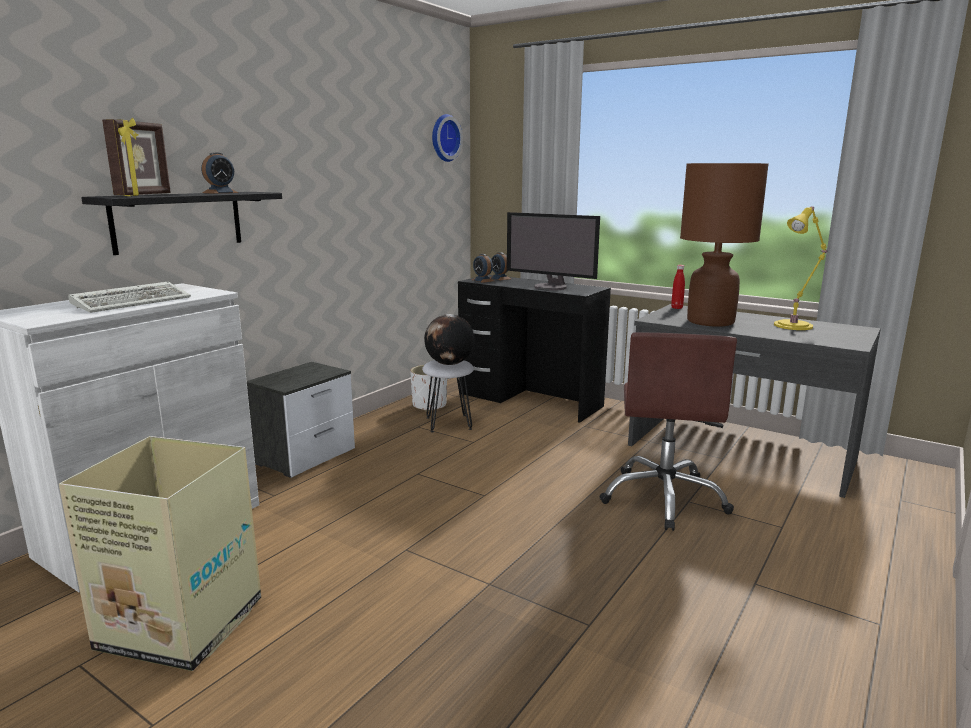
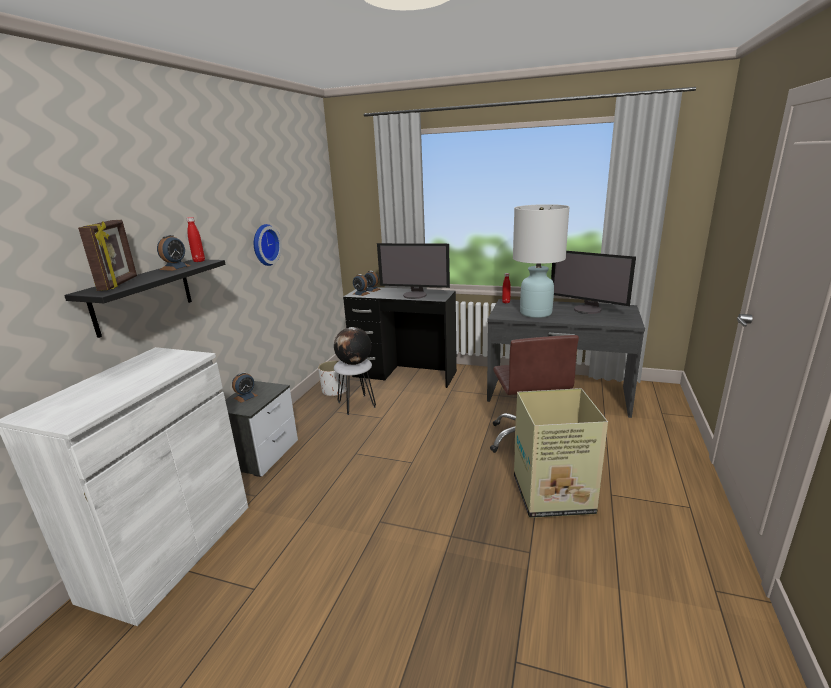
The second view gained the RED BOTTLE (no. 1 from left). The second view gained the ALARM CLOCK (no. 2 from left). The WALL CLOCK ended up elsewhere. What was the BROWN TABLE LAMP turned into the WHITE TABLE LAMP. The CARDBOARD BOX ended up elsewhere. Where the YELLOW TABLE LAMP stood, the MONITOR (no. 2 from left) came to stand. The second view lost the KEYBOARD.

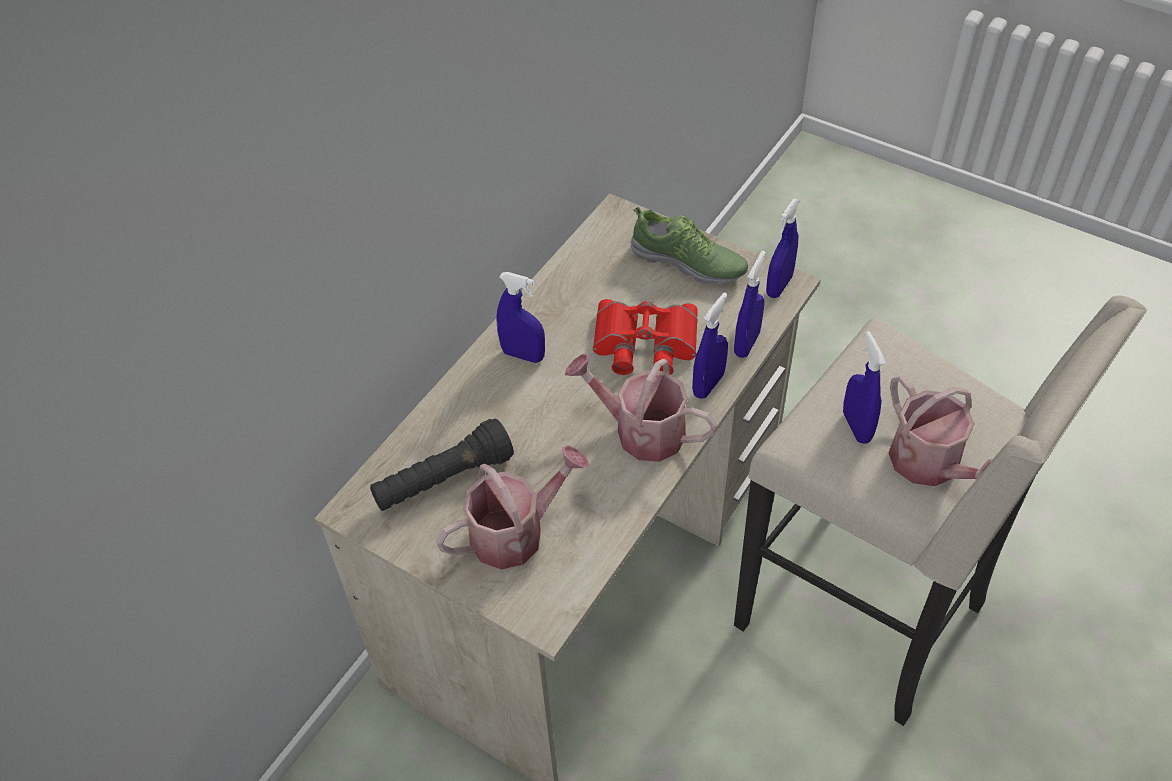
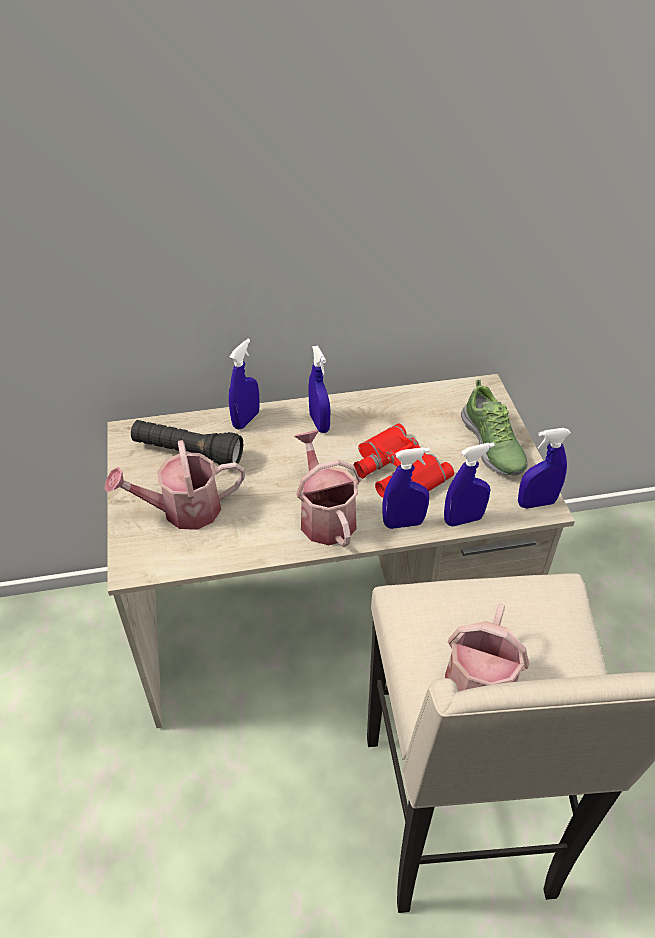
The WATERING CAN (no. 1 from left) ended up facing another way, 150 degrees clockwise from before. The BLUE SPRAY BOTTLE (no. 5 from left in the first image) ended up elsewhere.

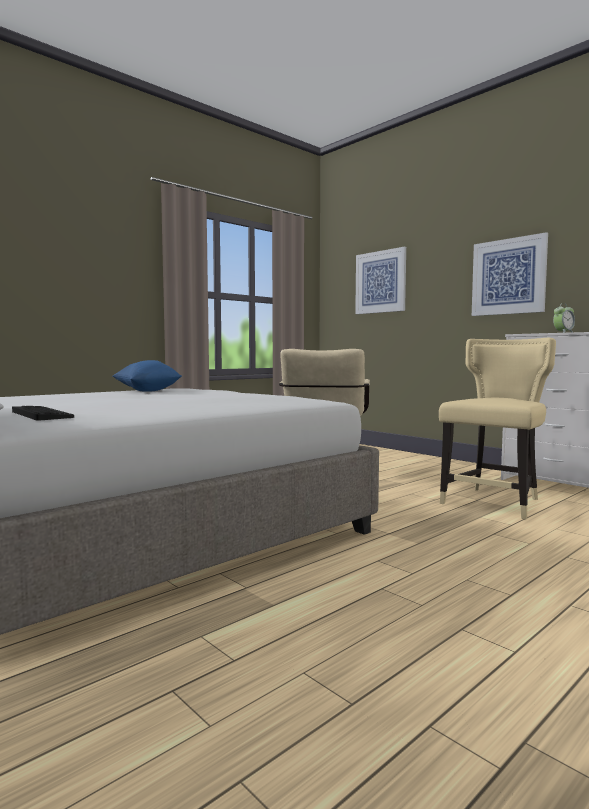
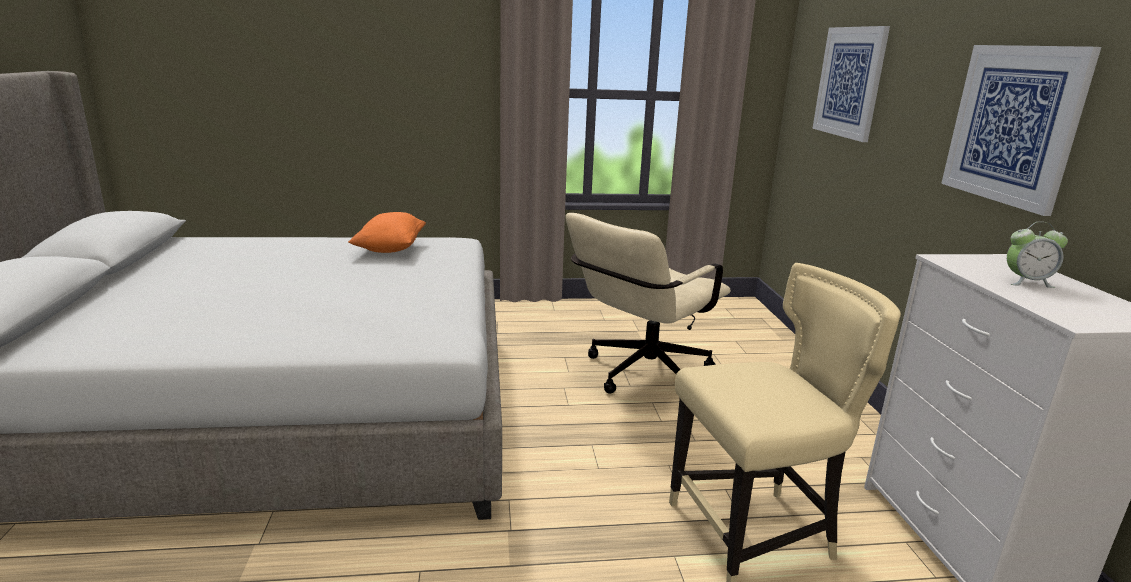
What was the BLUE PILLOW turned into the ORANGE PILLOW. The second view lost the KEYBOARD.

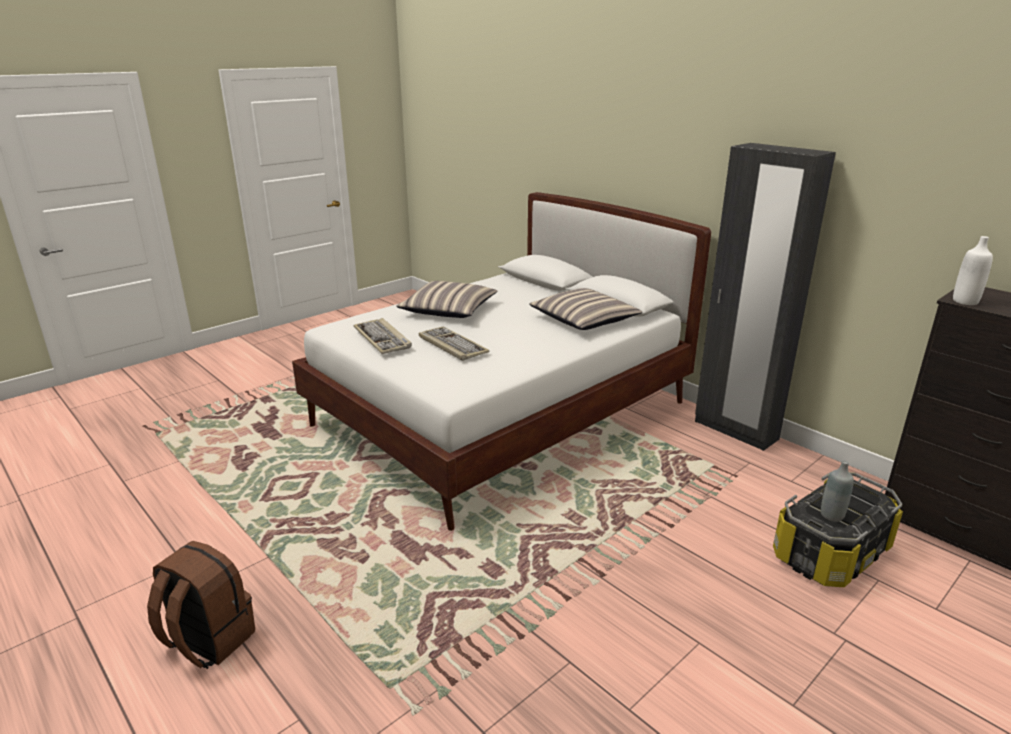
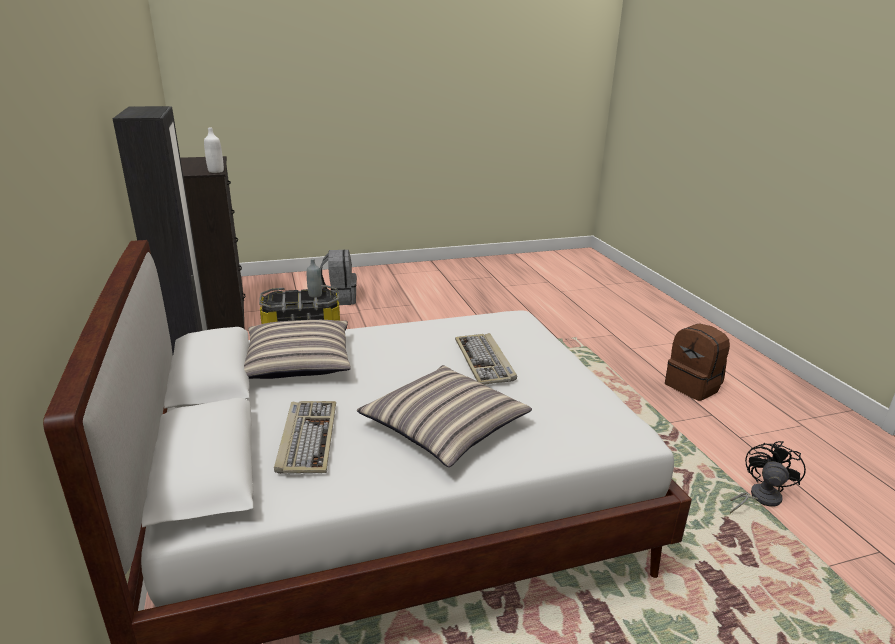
The KEYBOARD (no. 1 from left) ended up elsewhere. The second view gained the GREY BACKPACK. The second view gained the BLACK FAN.

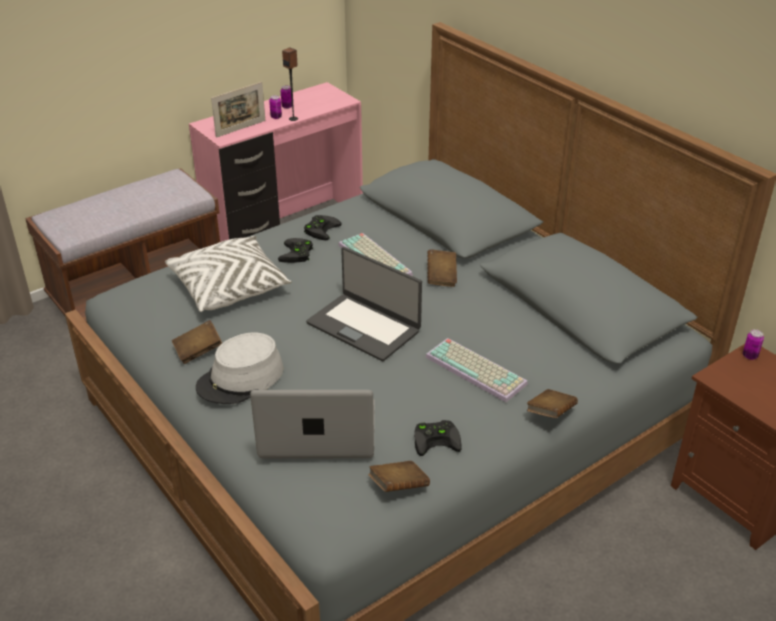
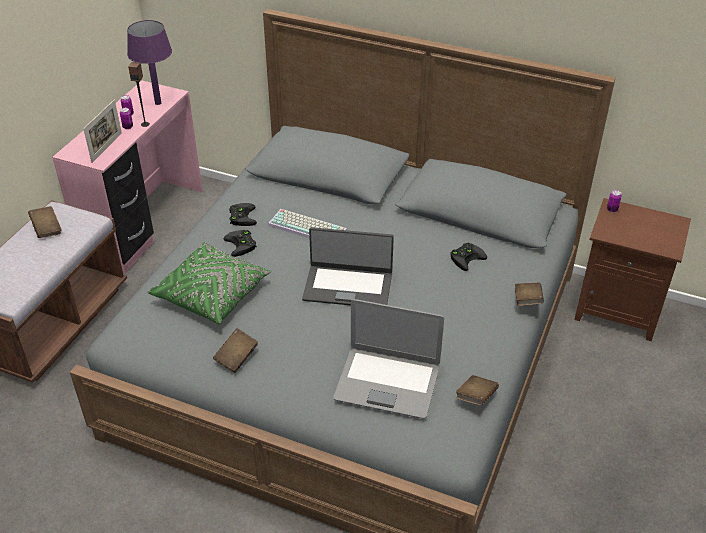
The BROWN BOOK (no. 3 from left in the first image) ended up elsewhere. The second view gained the PURPLE TABLE LAMP. What was the WHITE PILLOW turned into the GREEN PILLOW. The LAPTOP (no. 1 from left in the first image) ended up facing another way, 135 degrees counterclockwise from before. The BLACK GAME CONTROLLER (no. 3 from left) ended up elsewhere. The second view lost the GREY HAT. The second view lost the KEYBOARD (no. 2 from left).

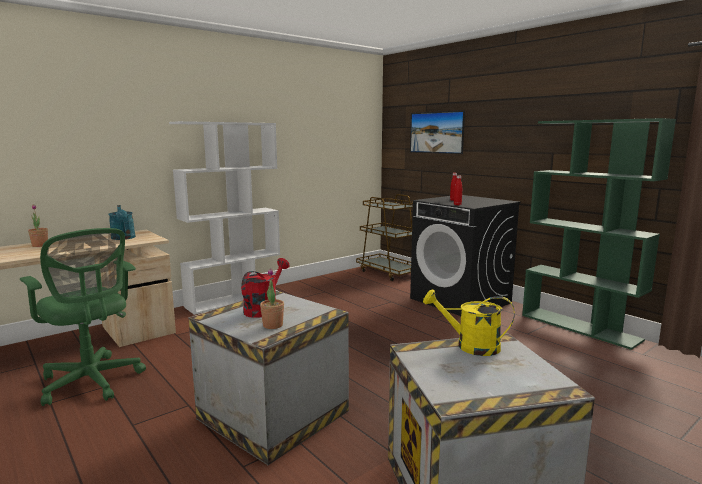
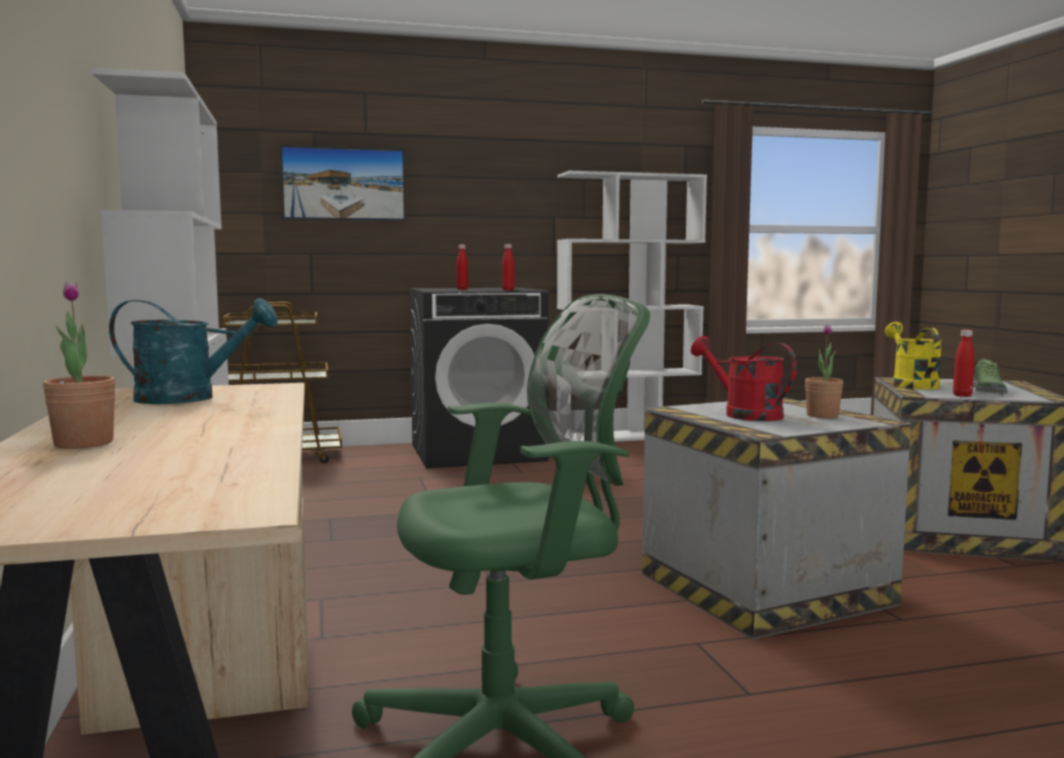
What was the GREEN BOOKCASE turned into the WHITE BOOKCASE (no. 2 from left). The YELLOW WATERING CAN ended up facing another way, 135 degrees clockwise from before. The second view gained the RED BOTTLE (no. 3 from left). The second view gained the SHOE.

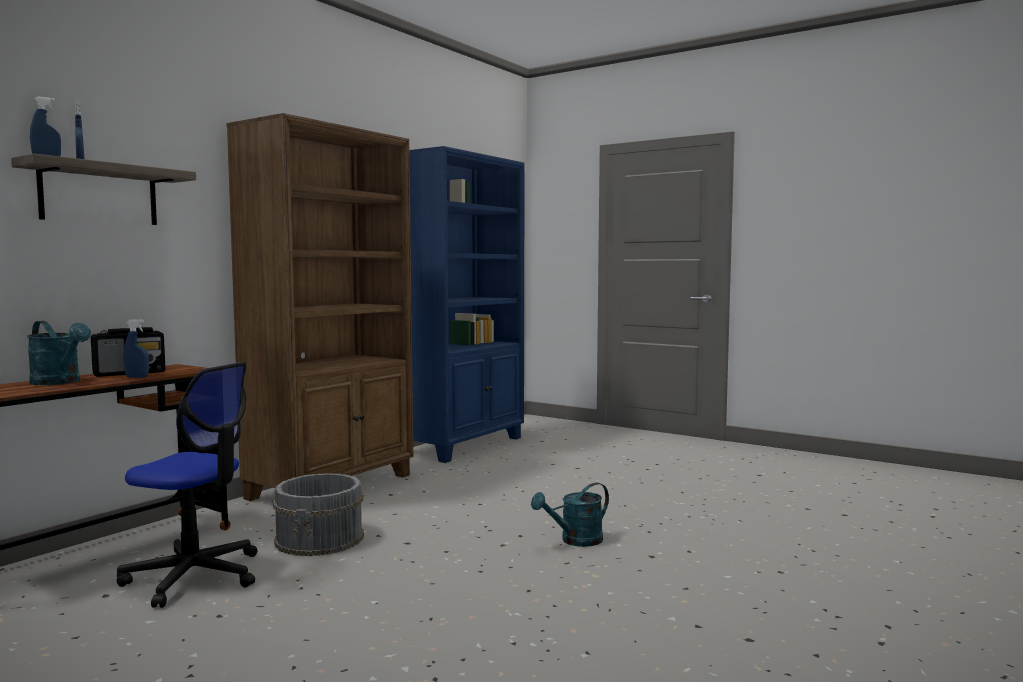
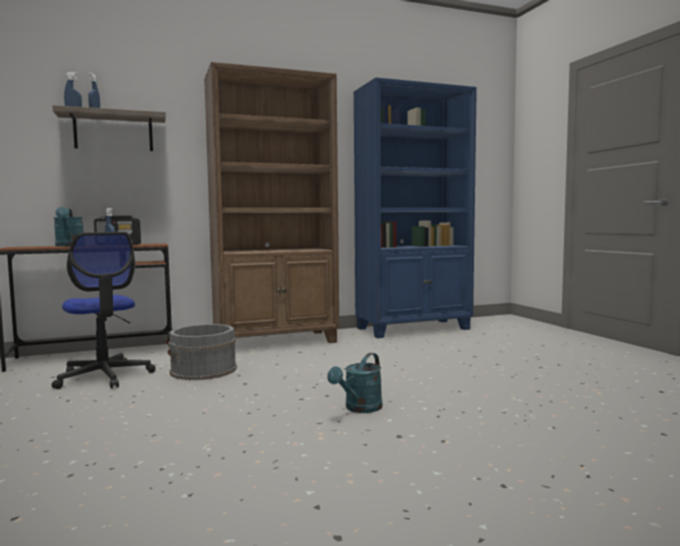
The TURQUOISE WATERING CAN (no. 2 from left) ended up facing another way, 60 degrees counterclockwise from before.

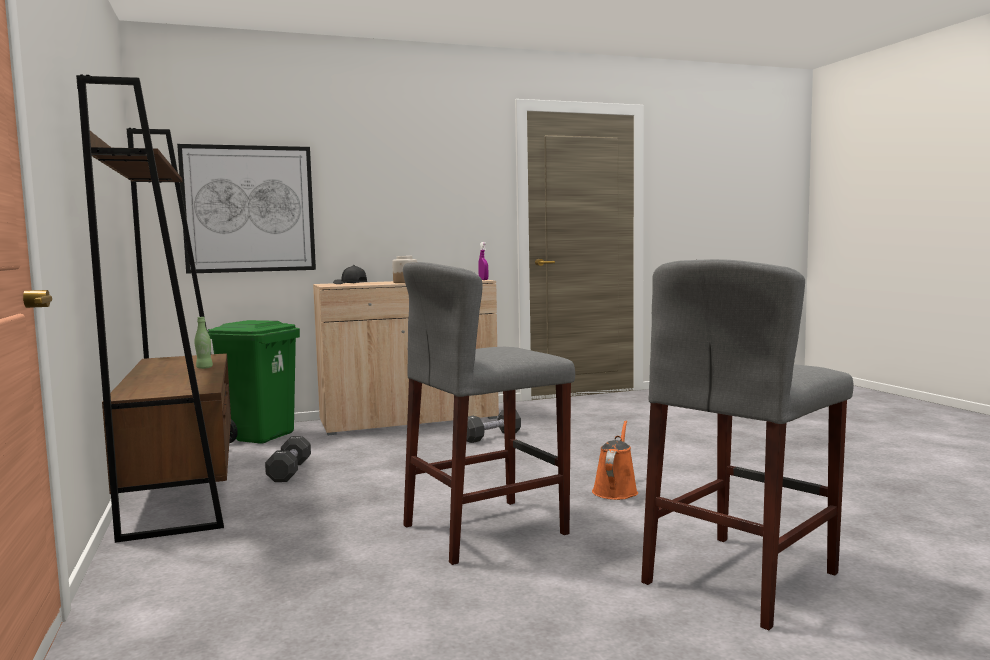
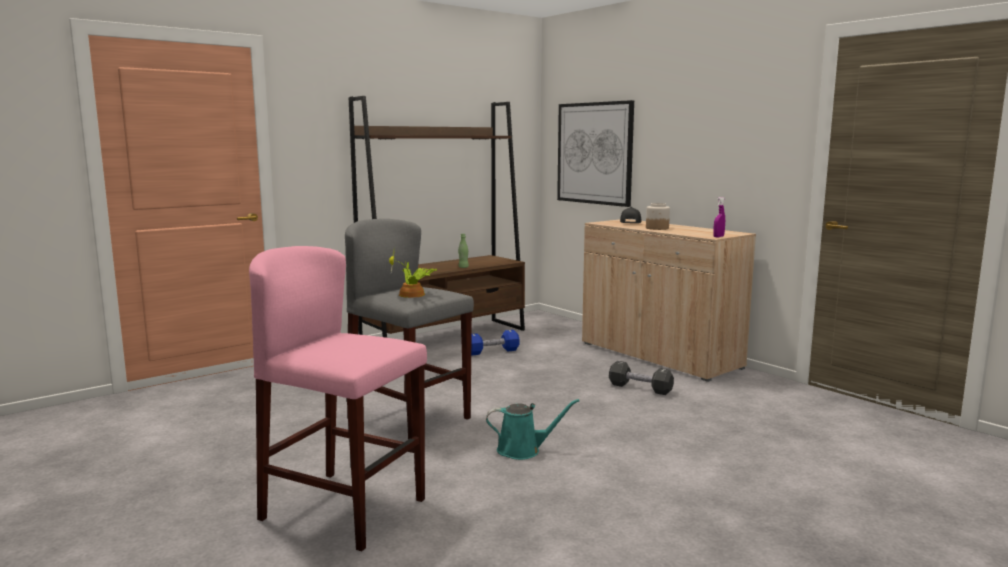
What was the GREY STOOL (no. 2 from left) turned into the PINK STOOL. The second view gained the POTTED PLANT. What was the BLACK DUMBBELL (no. 1 from left) turned into the BLUE DUMBBELL. What was the ORANGE WATERING CAN turned into the TURQUOISE WATERING CAN. The second view lost the GREEN TRASH CAN.

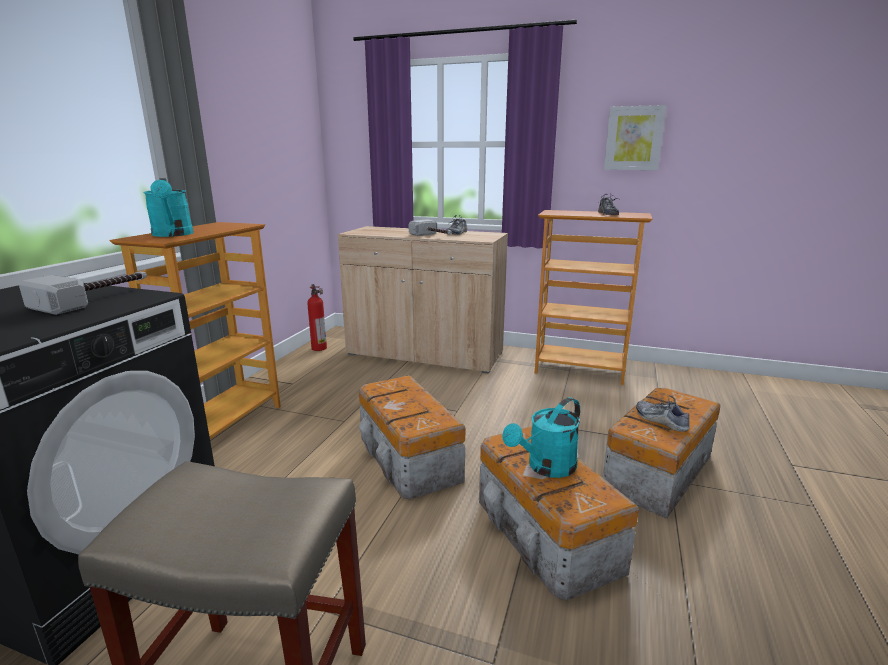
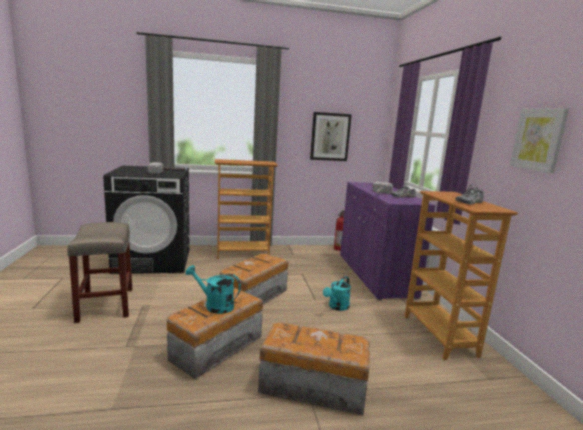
The second view gained the PICTURE (no. 1 from left). The TURQUOISE WATERING CAN (no. 1 from left in the first image) ended up elsewhere. What was the BEIGE CABINET turned into the PURPLE CABINET. The second view lost the SHOE (no. 3 from left).

